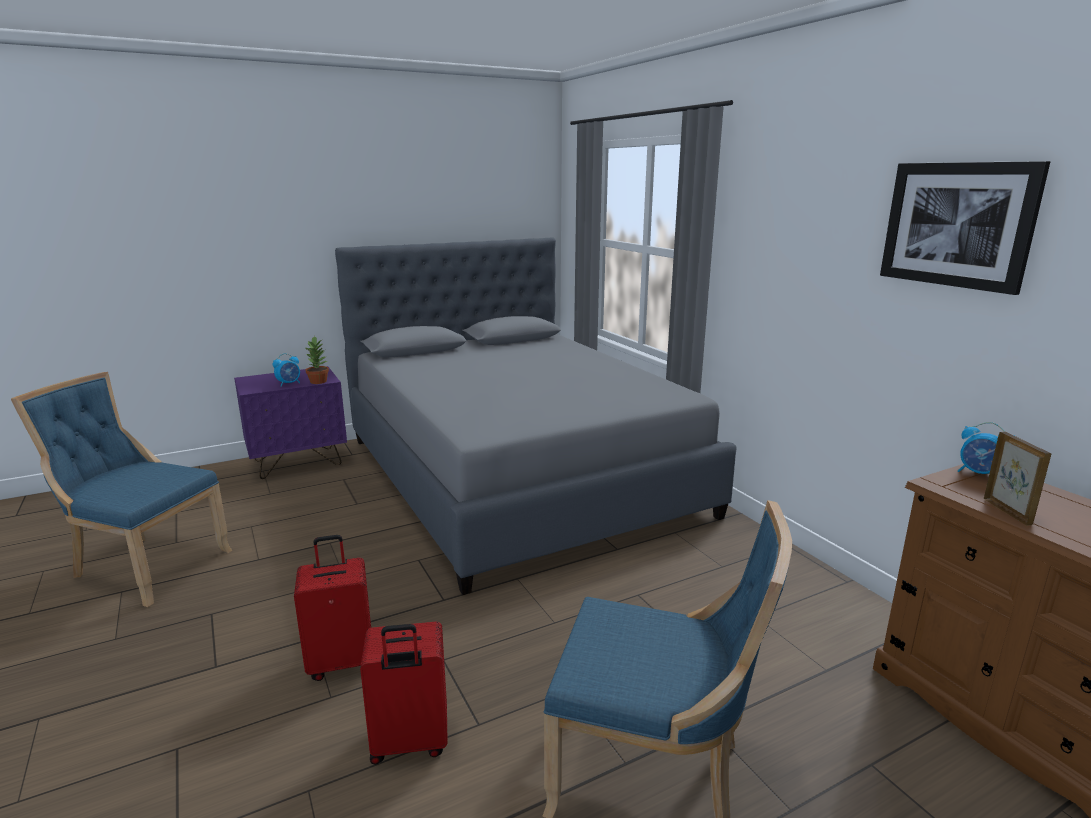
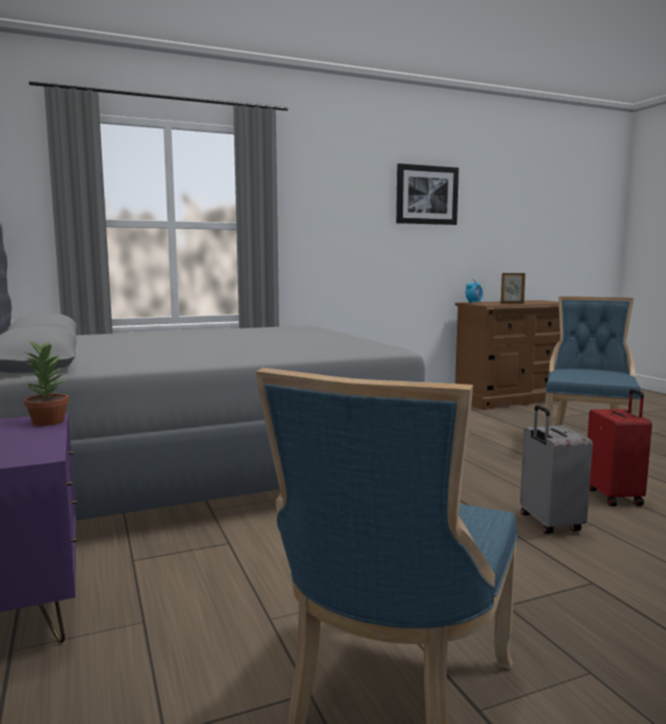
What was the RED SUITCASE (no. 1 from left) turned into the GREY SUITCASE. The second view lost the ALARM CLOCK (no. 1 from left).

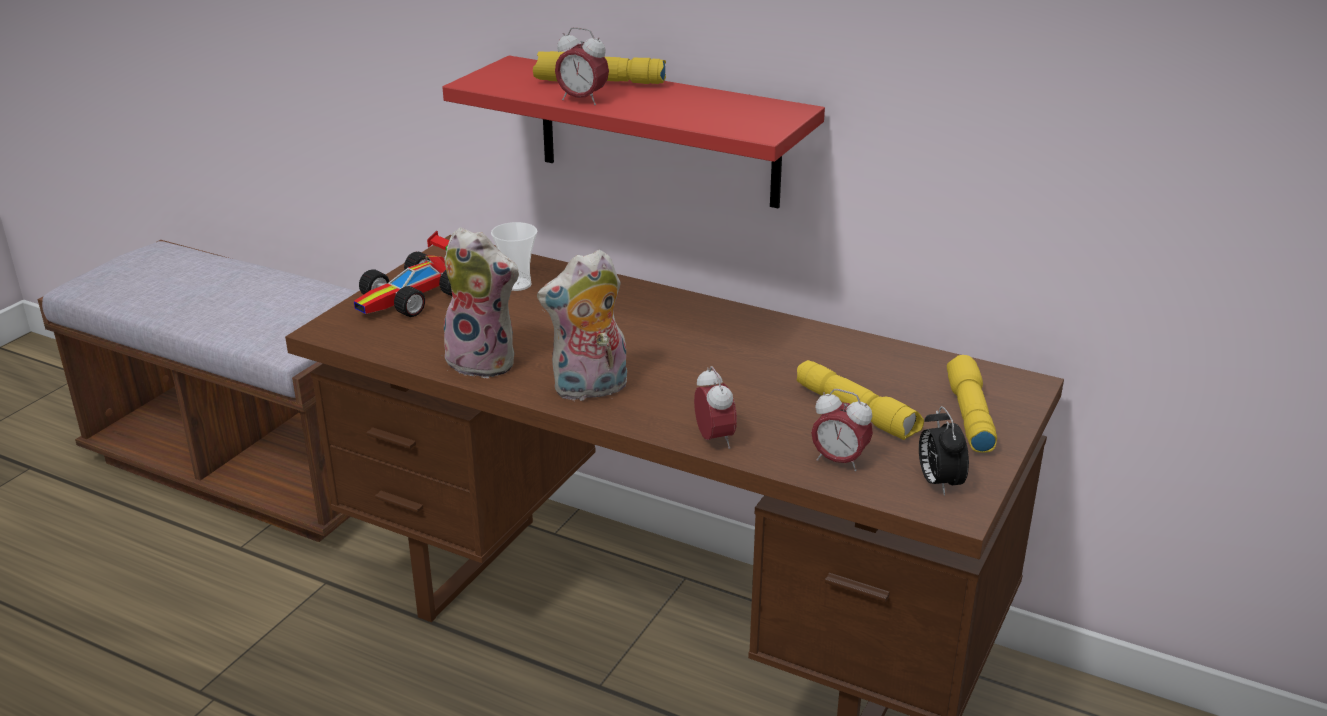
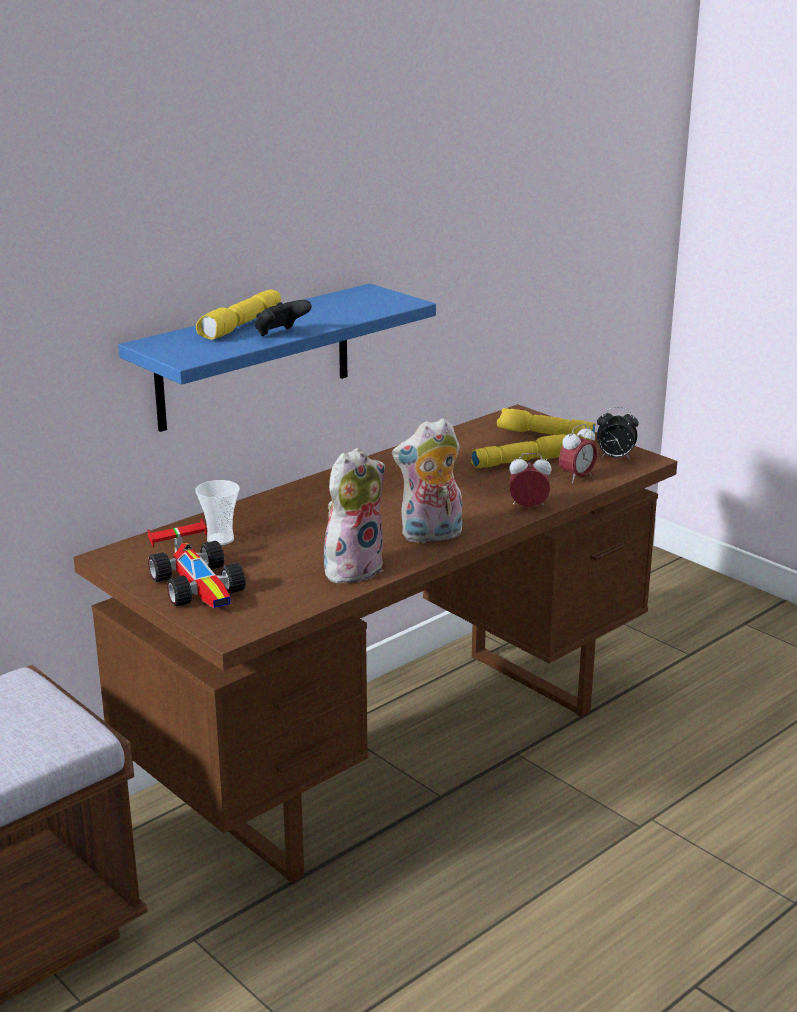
What was the RED SHELF turned into the BLUE SHELF. Where the ALARM CLOCK (no. 1 from left) stood, the BLACK GAME CONTROLLER came to stand. The PLUSH TOY (no. 2 from left) ended up facing another way, 75 degrees clockwise from before.

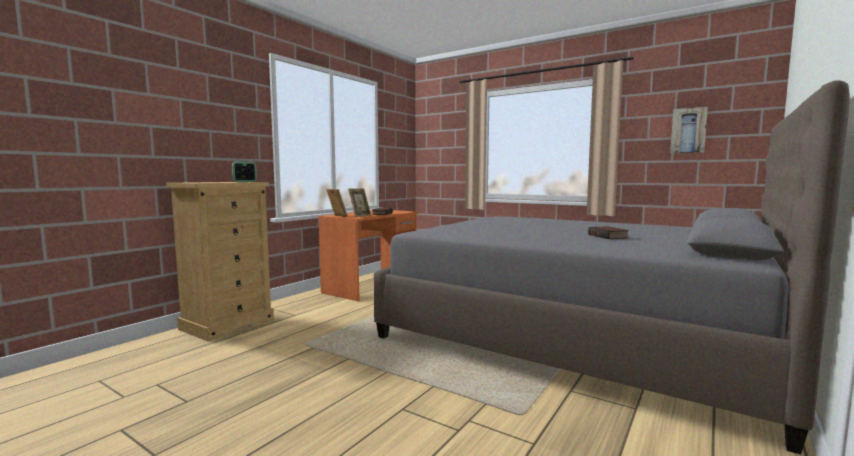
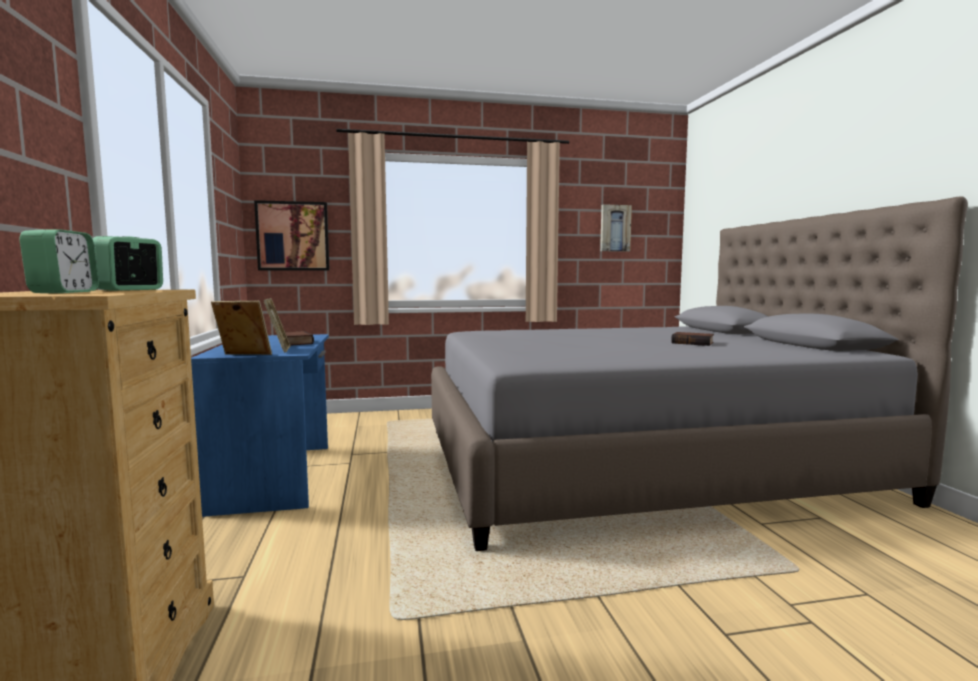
The second view gained the ALARM CLOCK (no. 1 from left). What was the ORANGE DESK turned into the BLUE DESK. The second view gained the PICTURE (no. 1 from left).

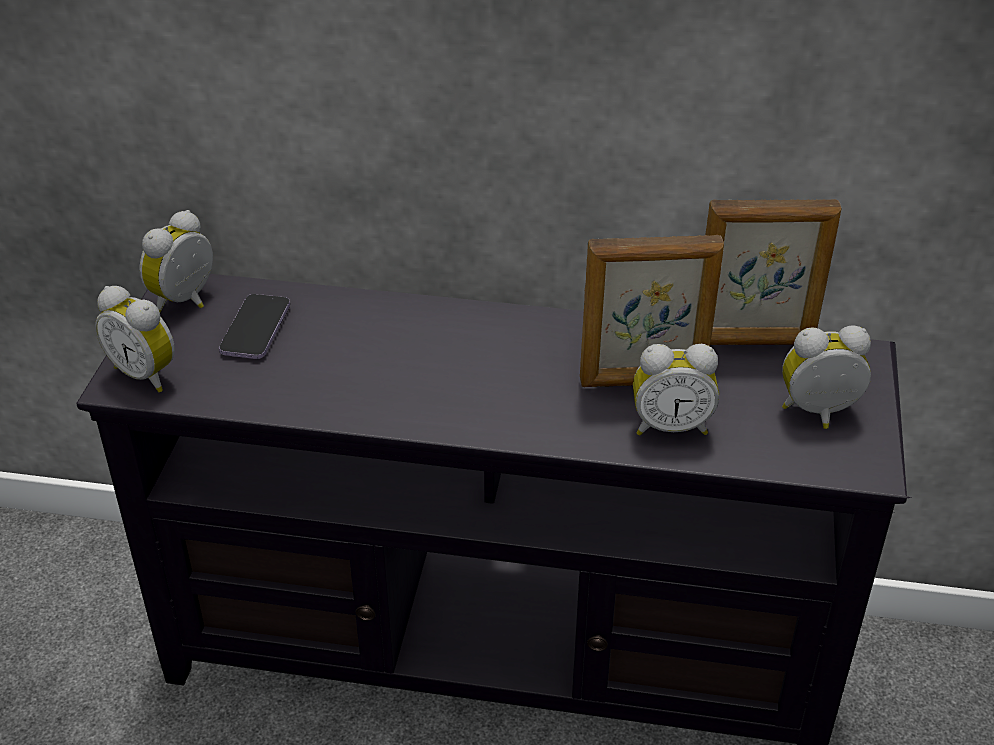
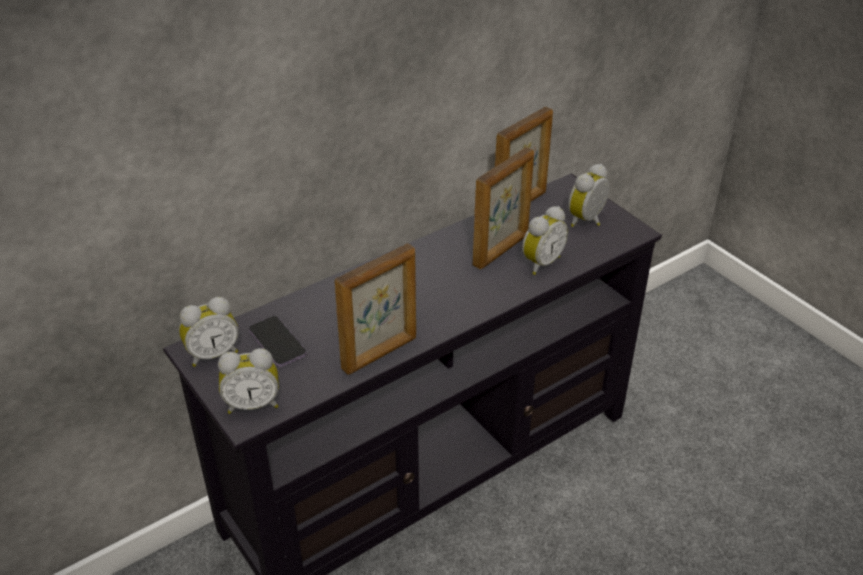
The ALARM CLOCK (no. 2 from left in the first image) ended up facing another way, 105 degrees counterclockwise from before. The second view gained the PICTURE FRAME (no. 1 from left).

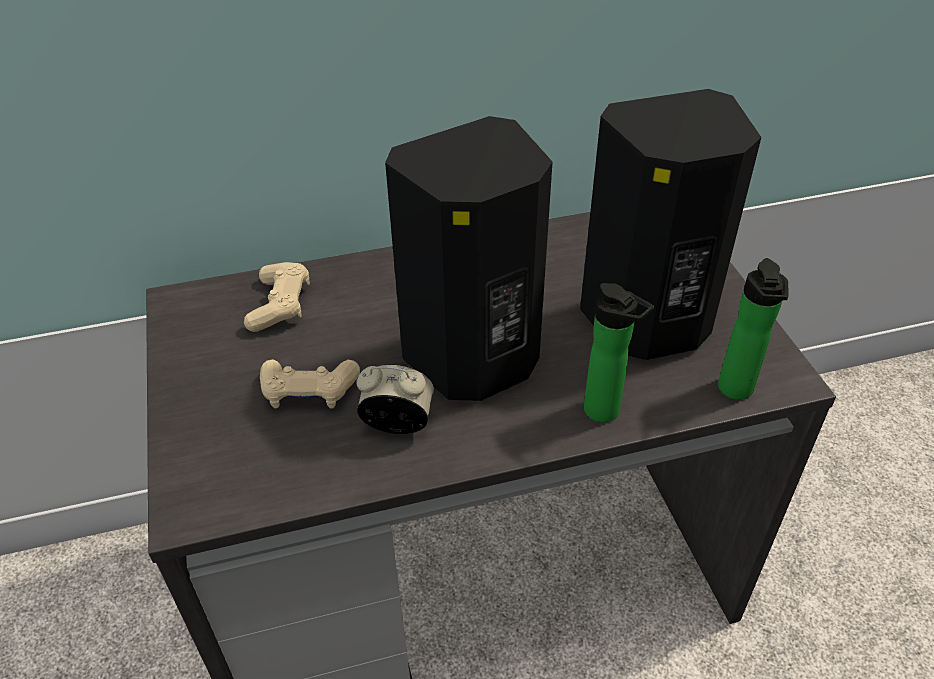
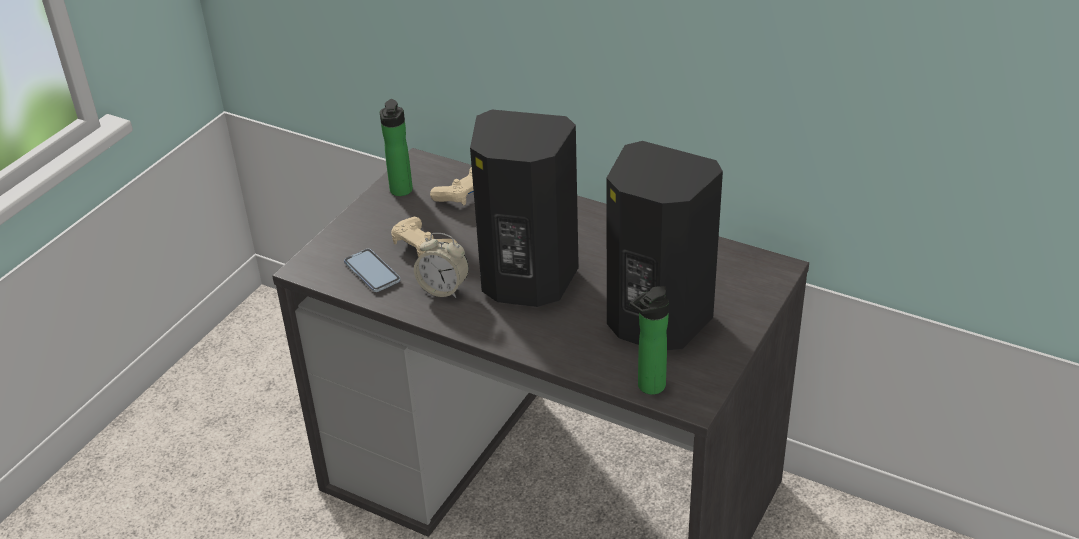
The second view gained the PHONE. The BOTTLE (no. 1 from left) ended up elsewhere. The ALARM CLOCK ended up facing another way, 150 degrees clockwise from before.

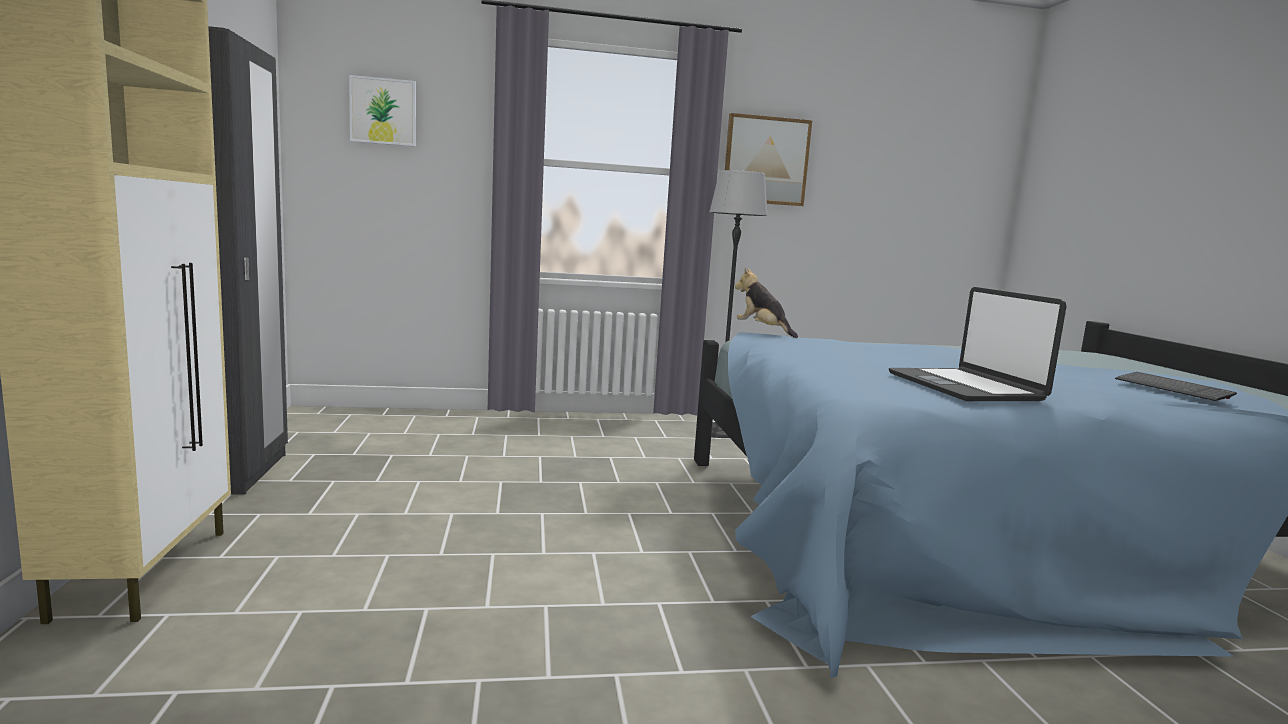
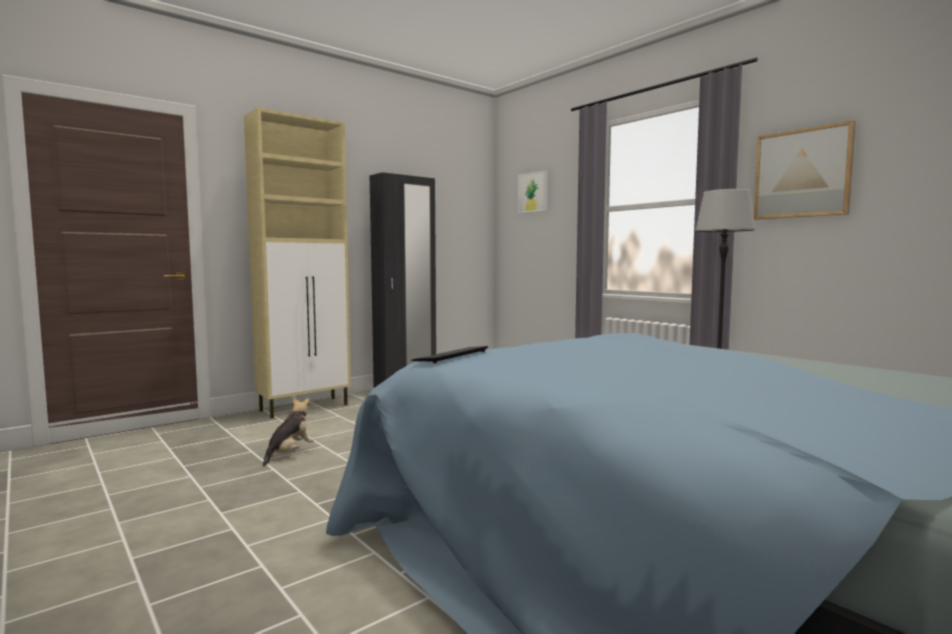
The PLUSH TOY ended up elsewhere. The KEYBOARD ended up elsewhere. The second view lost the LAPTOP.

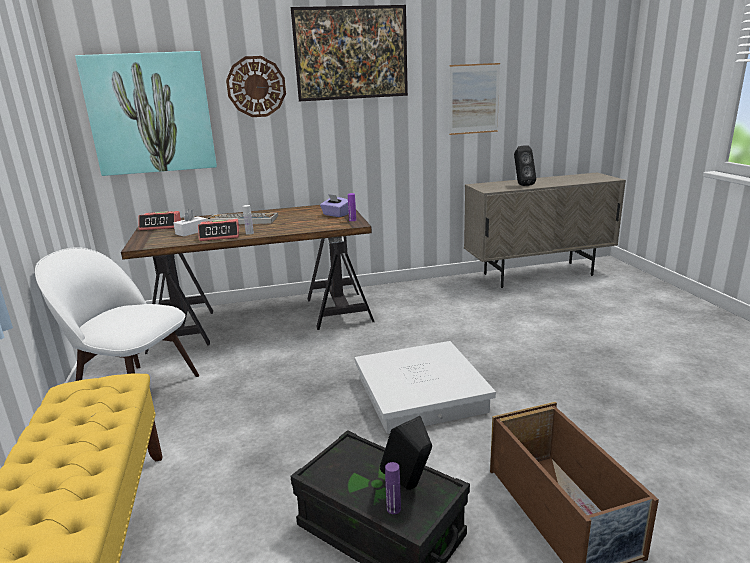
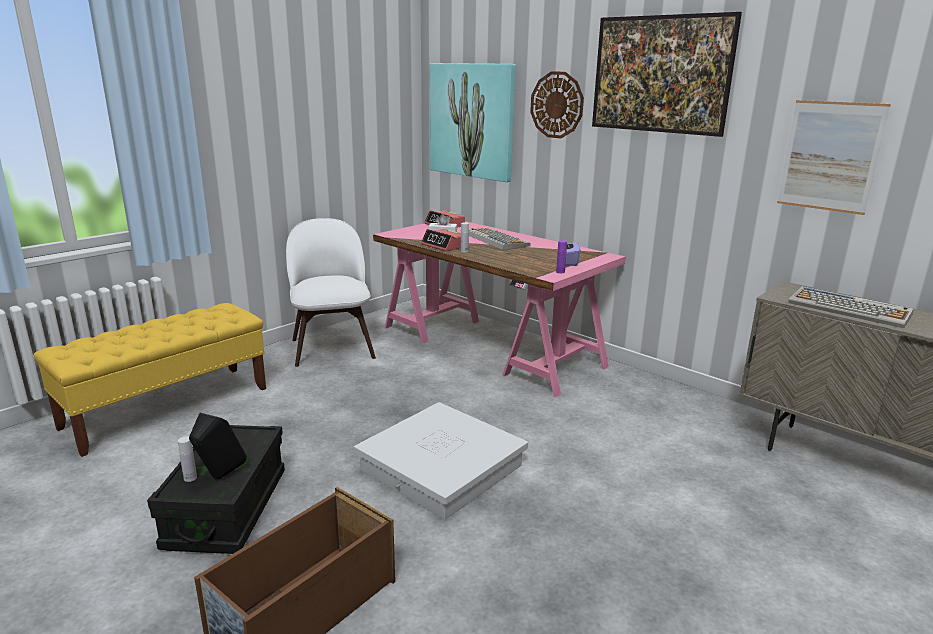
What was the PURPLE BOTTLE (no. 2 from left) turned into the WHITE BOTTLE (no. 1 from left). What was the BROWN DESK turned into the PINK DESK. Where the BLACK SPEAKER (no. 2 from left) stood, the KEYBOARD (no. 2 from left) came to stand.

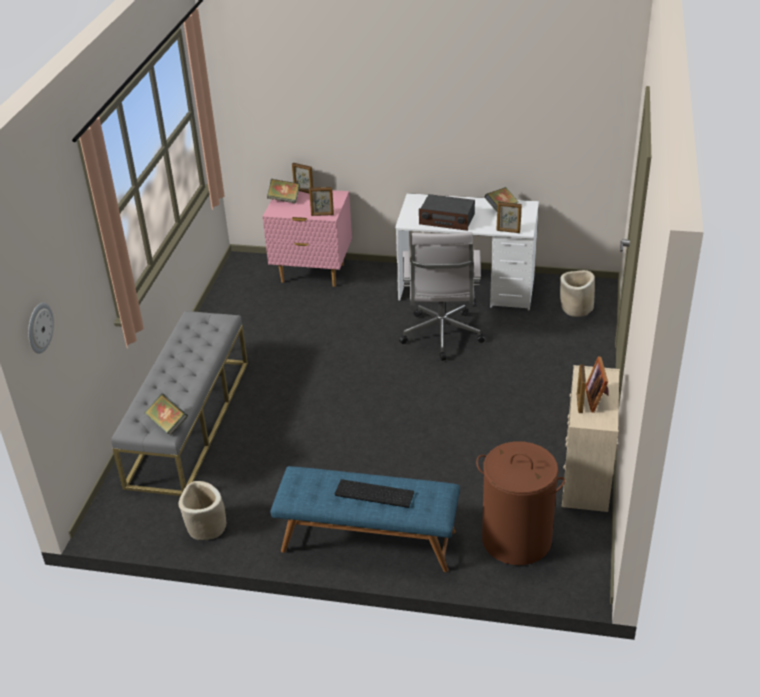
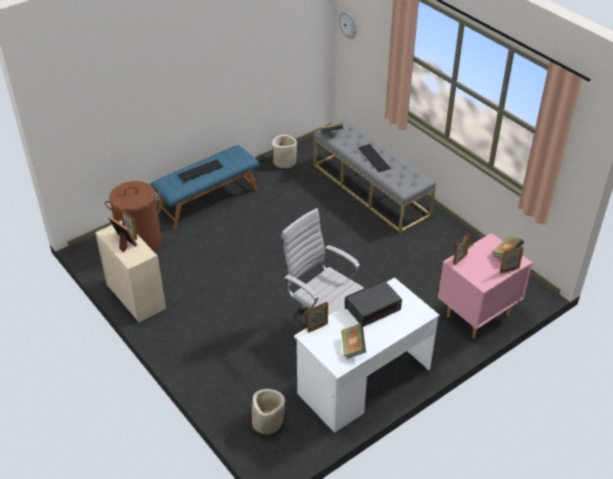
The second view gained the KEYBOARD (no. 2 from left).

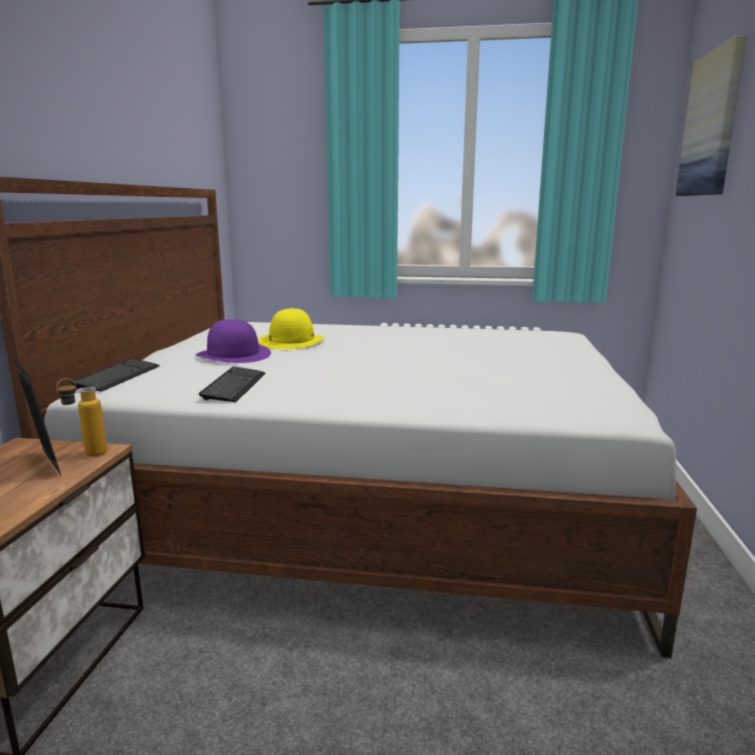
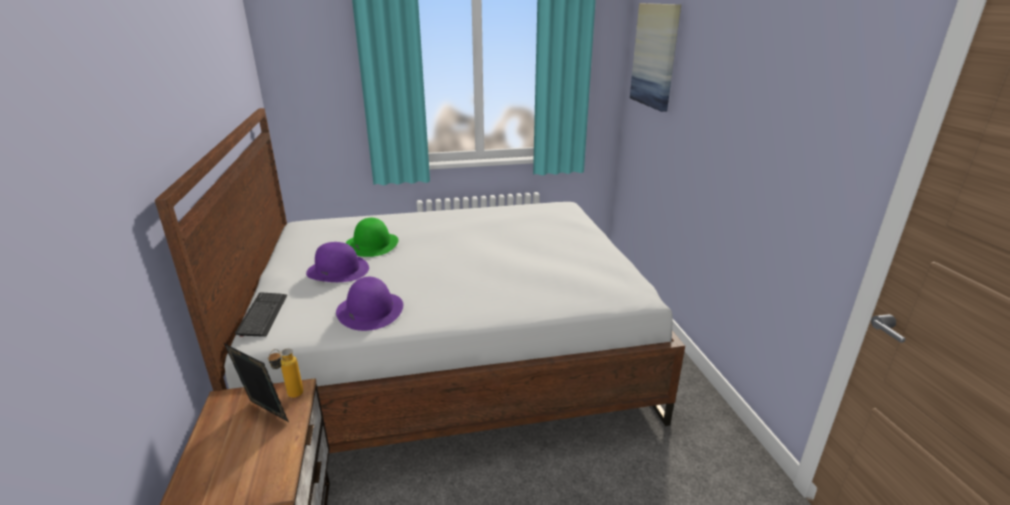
Where the KEYBOARD (no. 2 from left) stood, the PURPLE HAT (no. 2 from left) came to stand. What was the YELLOW HAT turned into the GREEN HAT.

